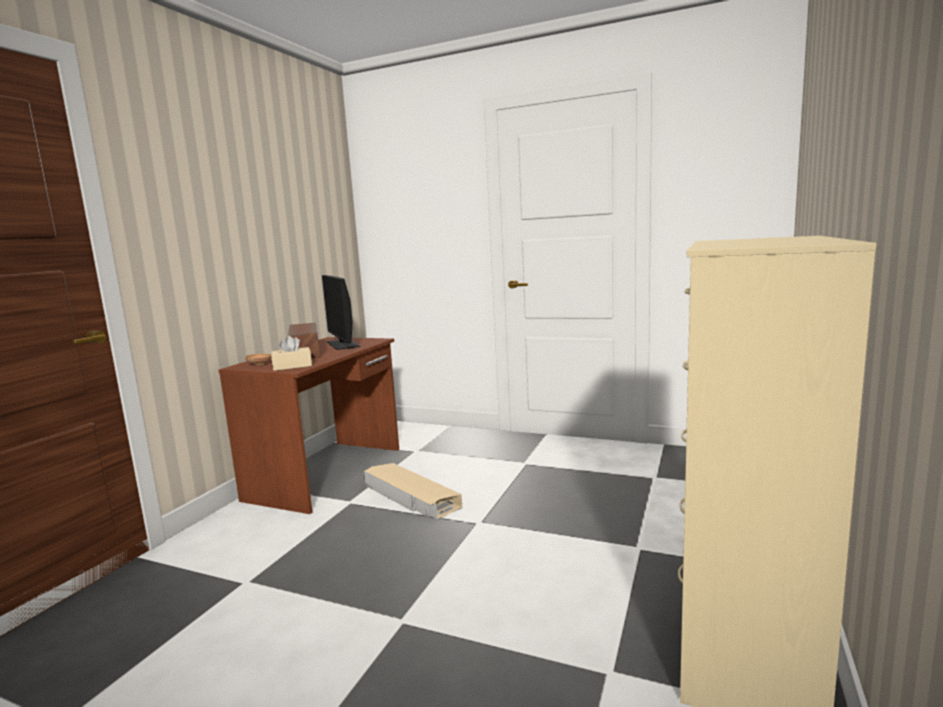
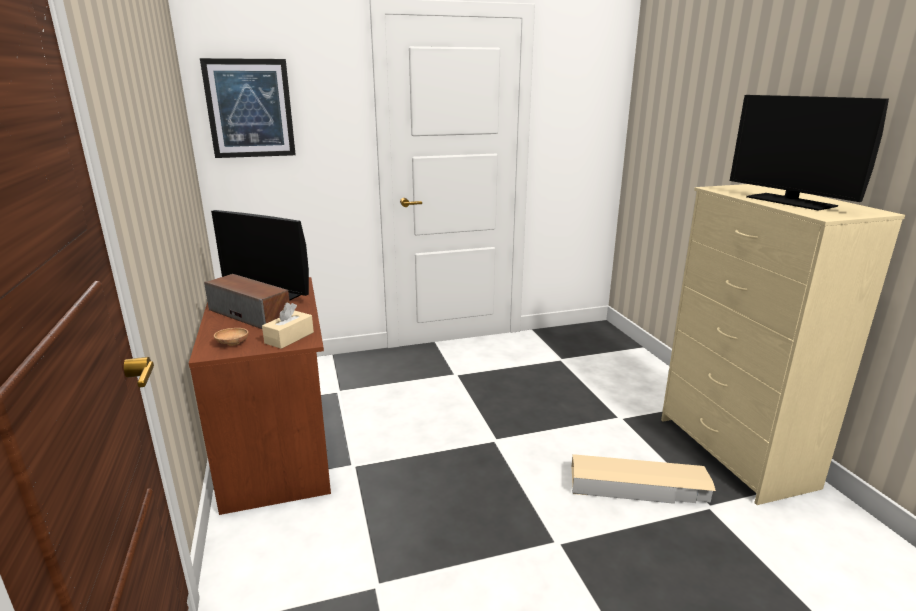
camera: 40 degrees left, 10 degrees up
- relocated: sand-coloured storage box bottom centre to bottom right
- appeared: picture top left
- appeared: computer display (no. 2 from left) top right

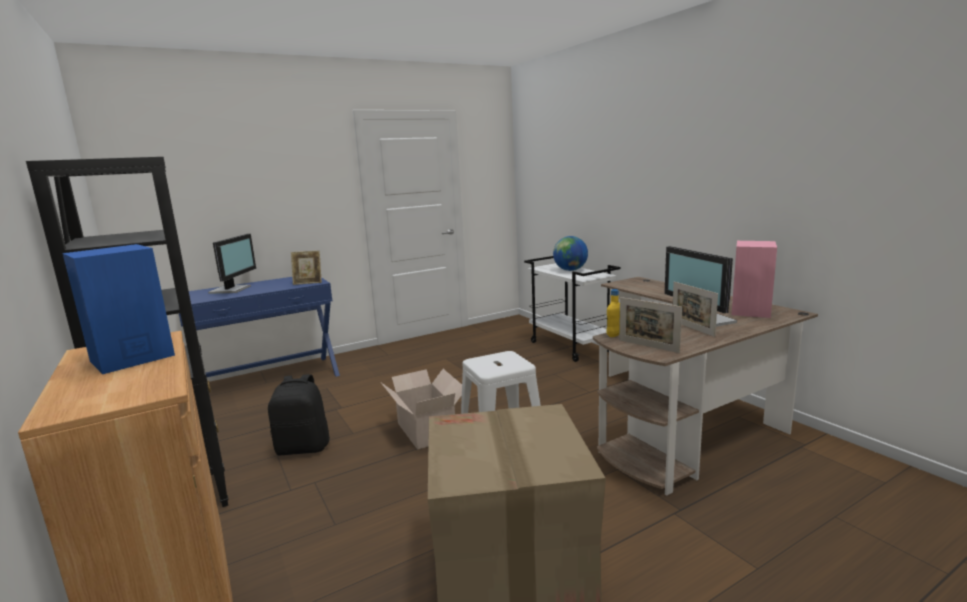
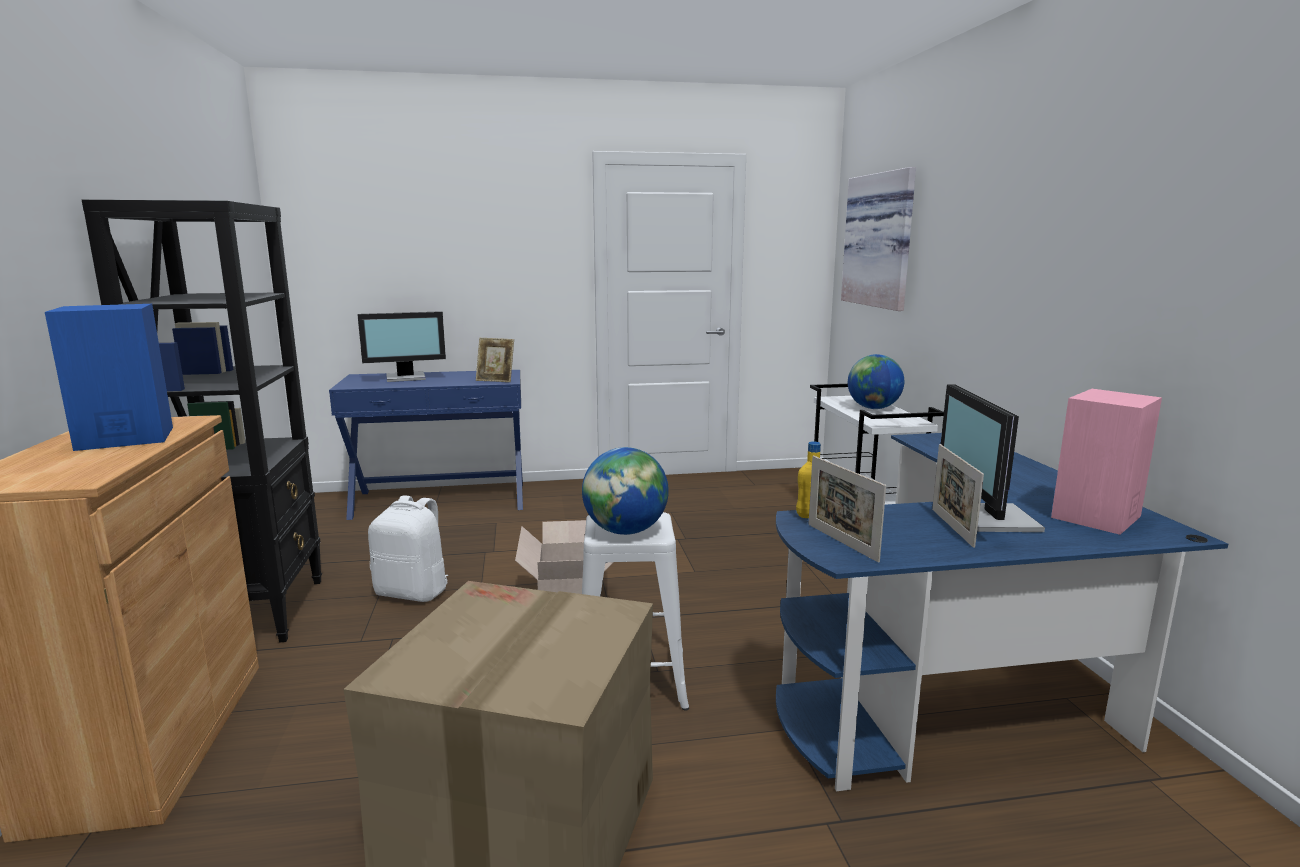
camera: 20 degrees right, 0 degrees up
- spun: computer display (no. 1 from left) middle left = middle left 45 degrees clockwise
- colour: black backpack bottom left to whitish backpack middle left
- colour: brown-coloured desk unit middle right to blue desk unit bottom right
- appeared: globe (no. 1 from left) centre
- appeared: picture top right

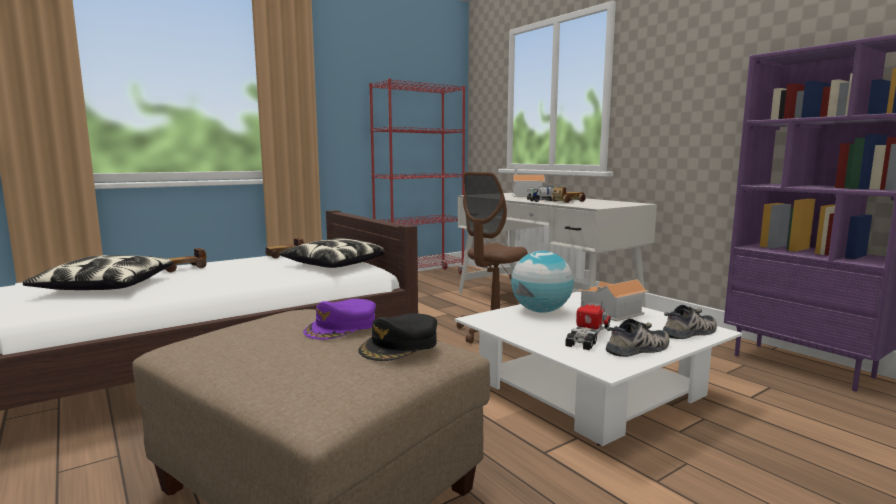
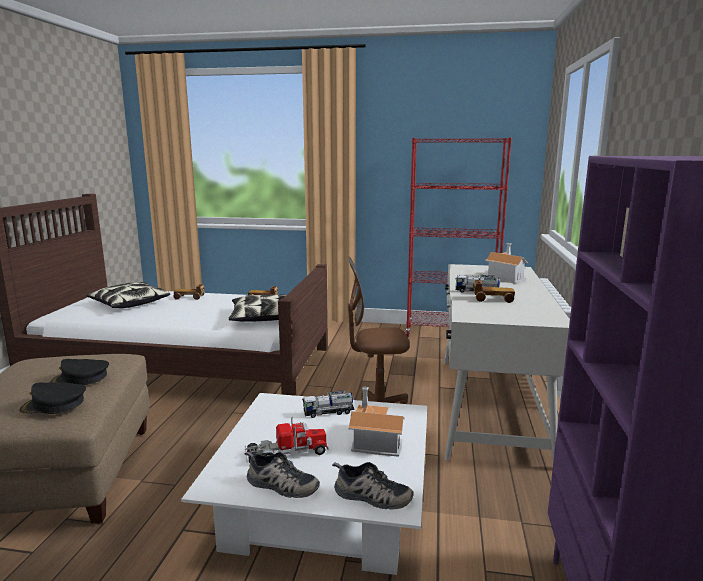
camera: 45 degrees right, 5 degrees up
- colour: purple cap centre to black cap (no. 2 from left) middle left
- exchanged: globe centre to toy lorry (no. 2 from left) bottom centre

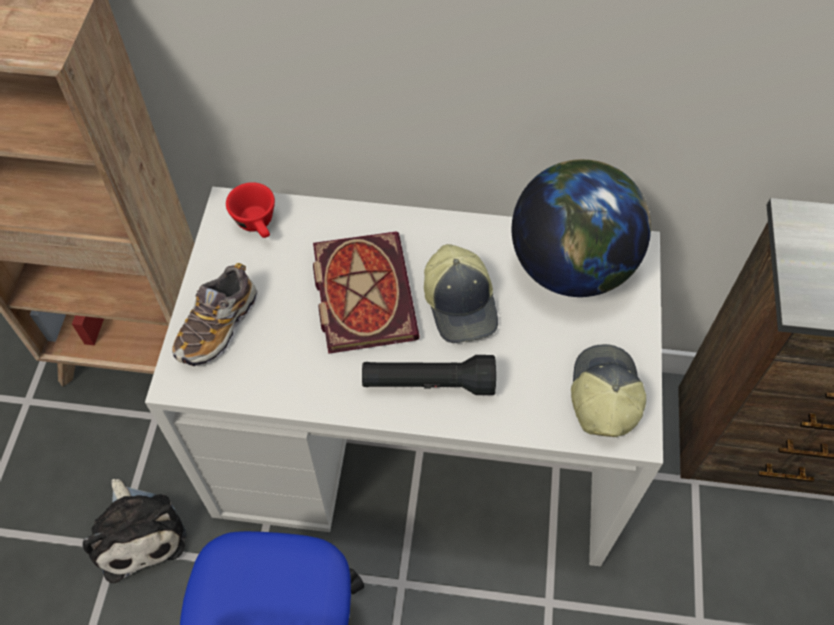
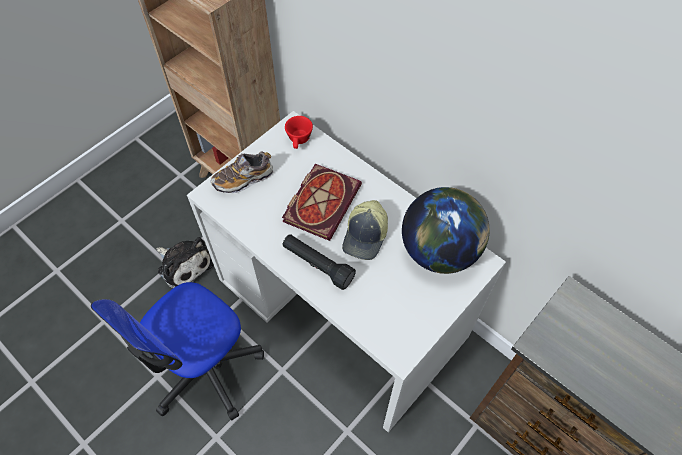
camera: 35 degrees right, 0 degrees up
- spun: soft toy bottom left = middle left 60 degrees counterclockwise
- missing: cap (no. 2 from left) middle right

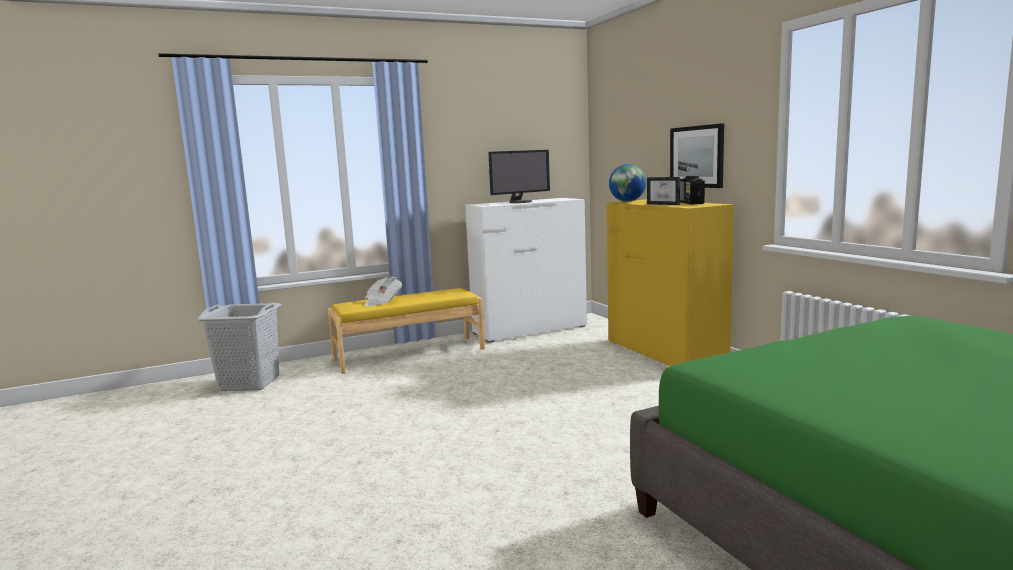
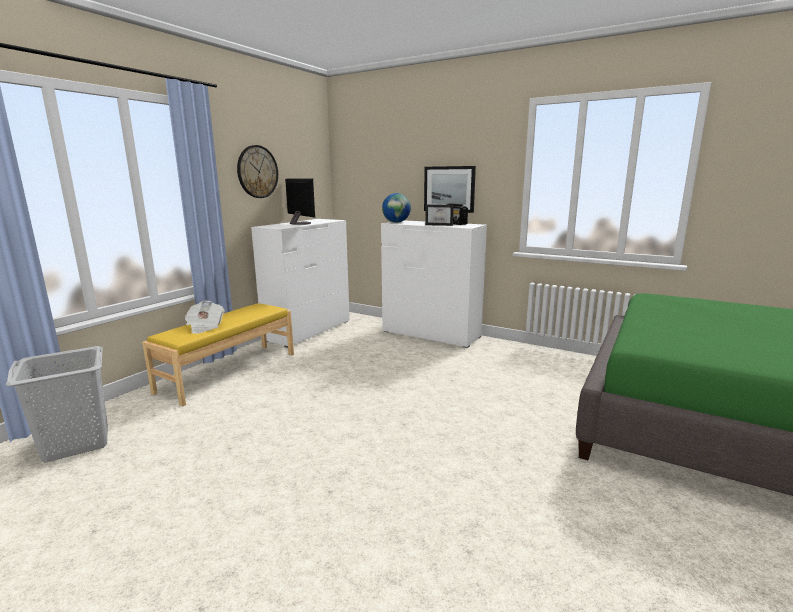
camera: 35 degrees left, 5 degrees up
- spun: computer display top centre = top centre 60 degrees counterclockwise
- colour: yellow chest of drawers centre to whitish chest of drawers (no. 2 from left) centre
- appeared: clock on the wall top left

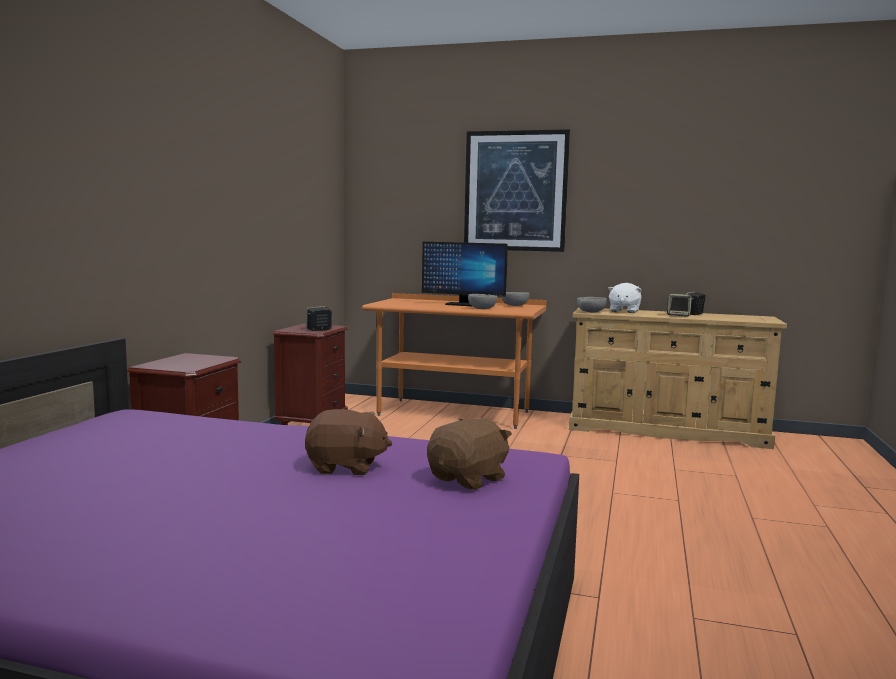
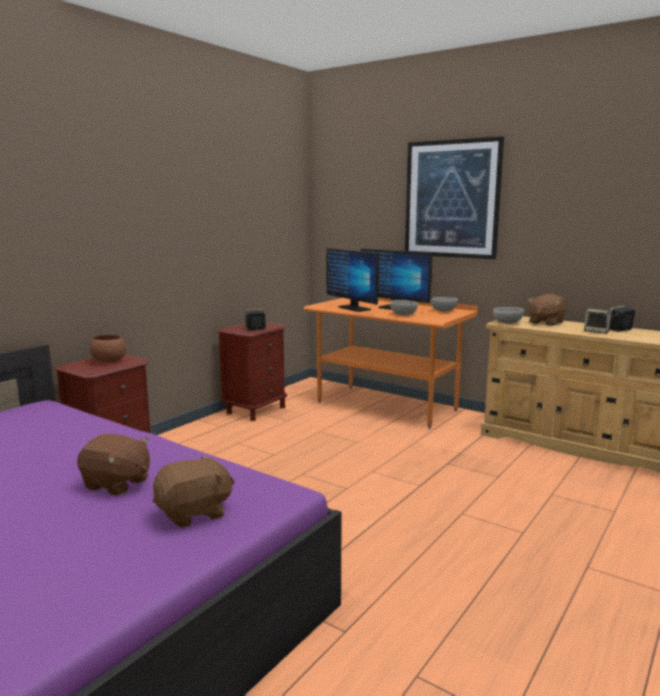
camera: 20 degrees right, 5 degrees up
- colour: whitish soft toy middle right to brown-coloured soft toy (no. 3 from left) middle right
- appeared: brown-coloured bowl middle left
- appeared: computer display (no. 1 from left) centre

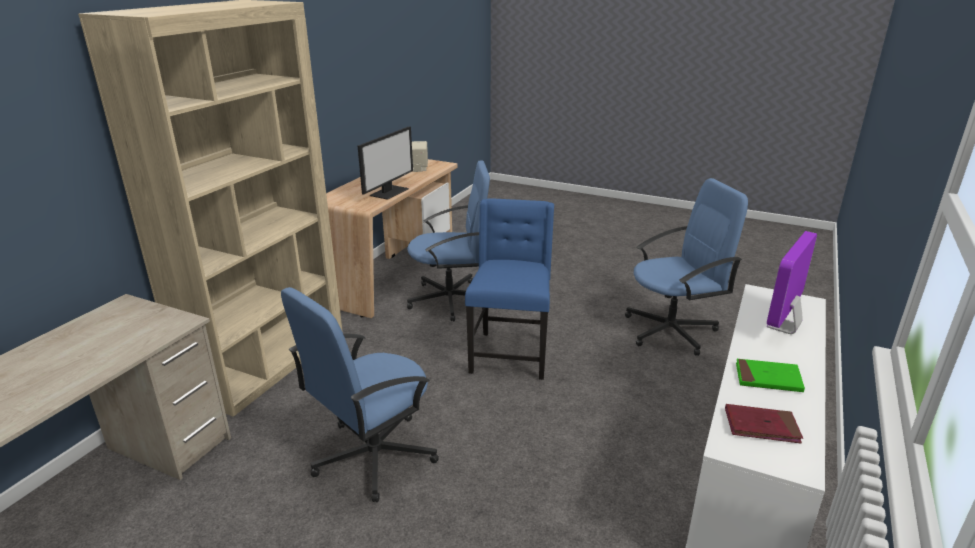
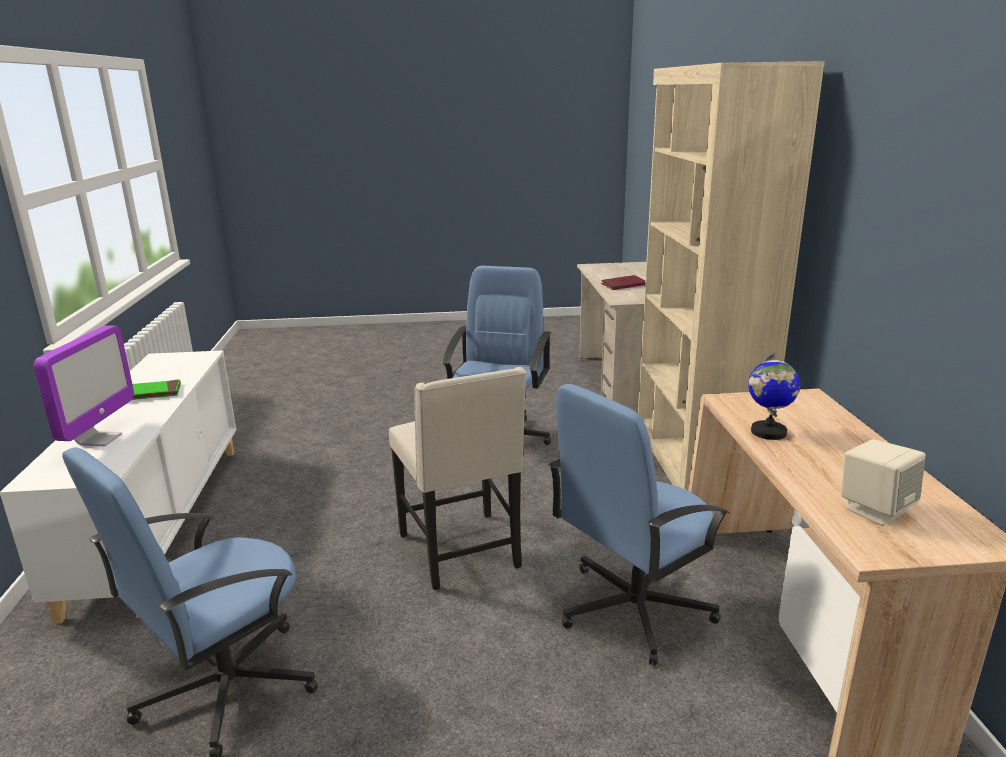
camera: 150 degrees right, 5 degrees down
- exchanged: computer display (no. 1 from left) top centre to globe middle right
- colour: blue plain chair centre to sand-coloured plain chair centre
- relocated: red book bottom right to centre

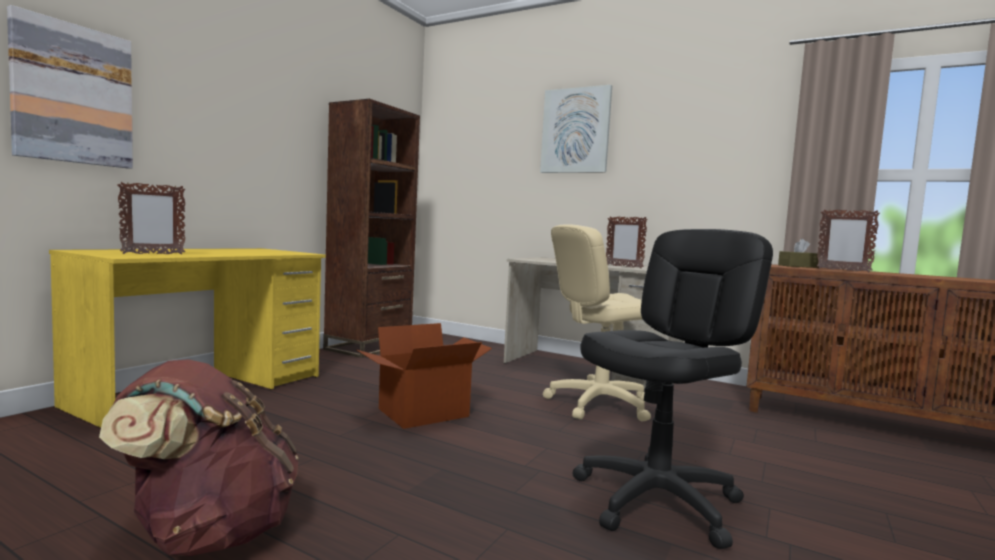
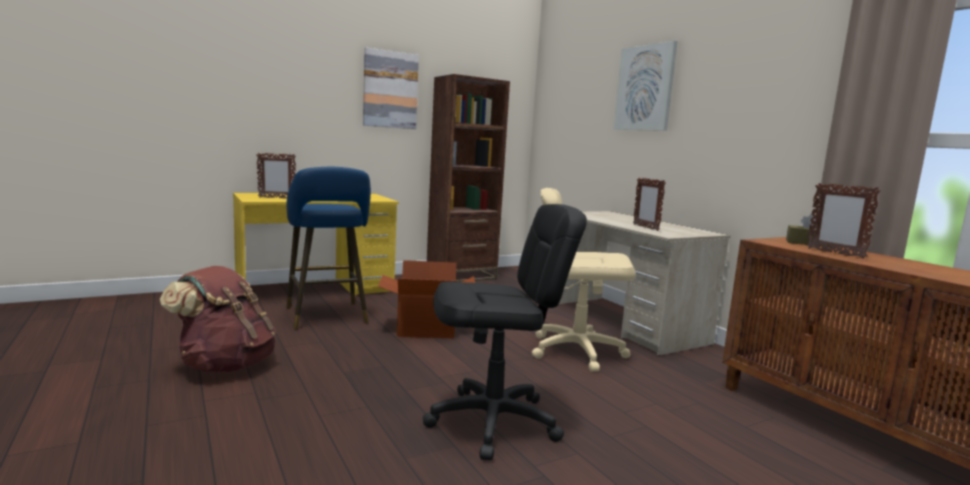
camera: 30 degrees right, 5 degrees up
- relocated: picture (no. 1 from left) top left to top centre
- appeared: blue sitting stool centre

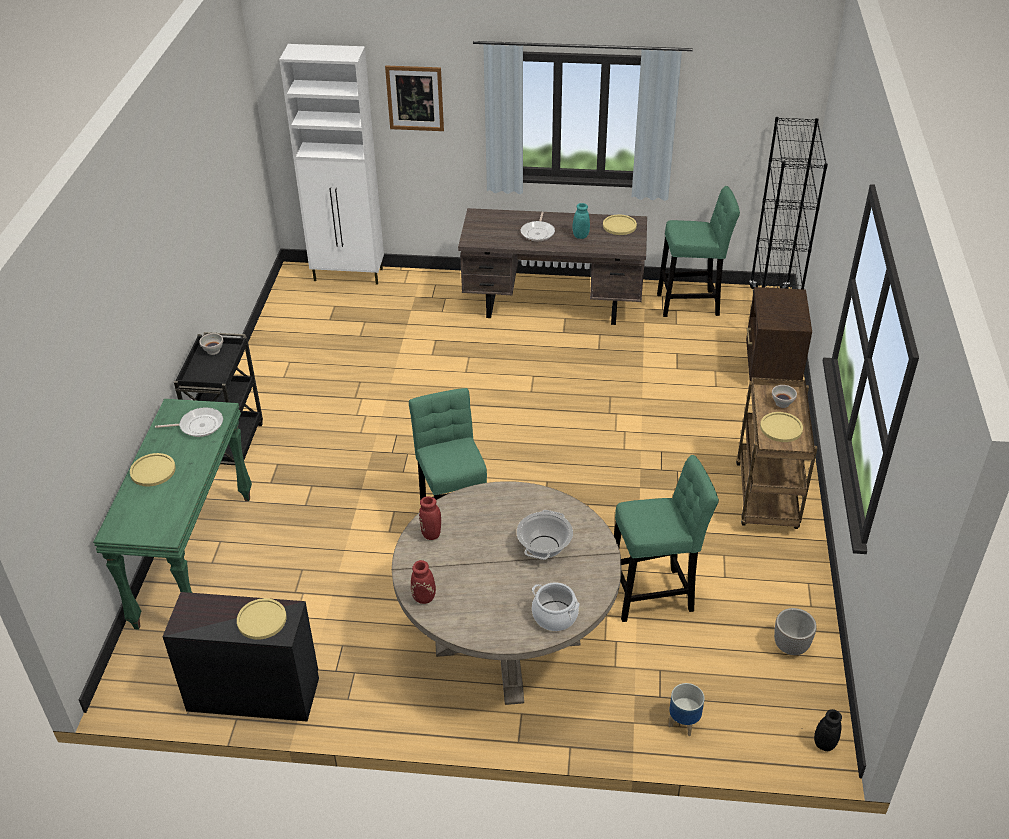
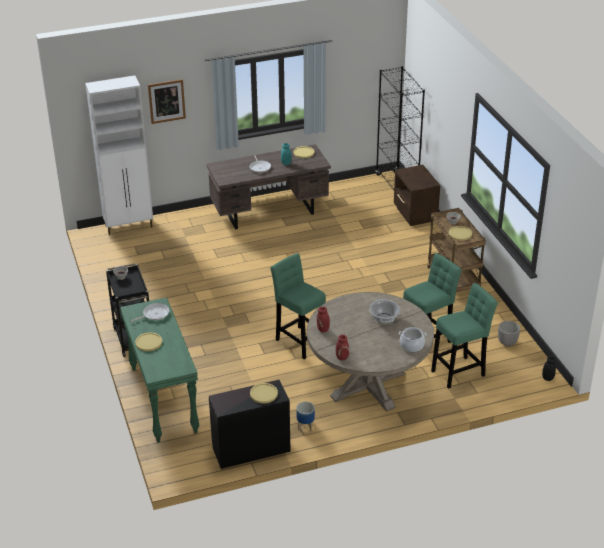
camera: 25 degrees left, 5 degrees down
- relocated: greenish sitting stool (no. 3 from left) top right to middle right
- relocated: flower pot (no. 1 from left) bottom right to bottom centre

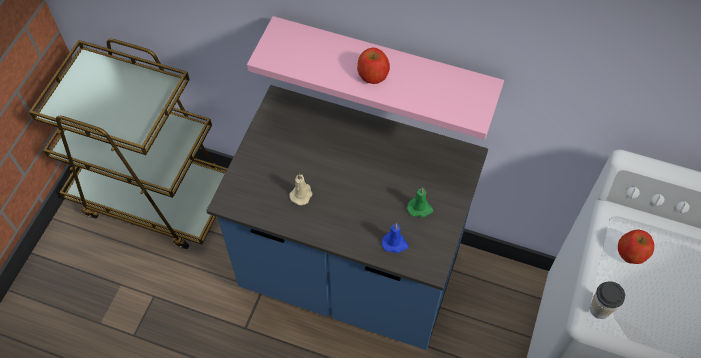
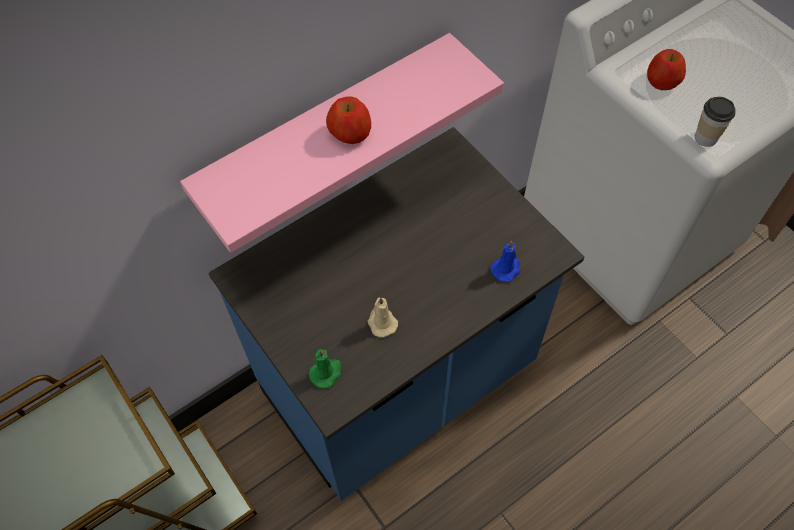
camera: 55 degrees left, 0 degrees up
- relocated: greenish candle centre to bottom centre

